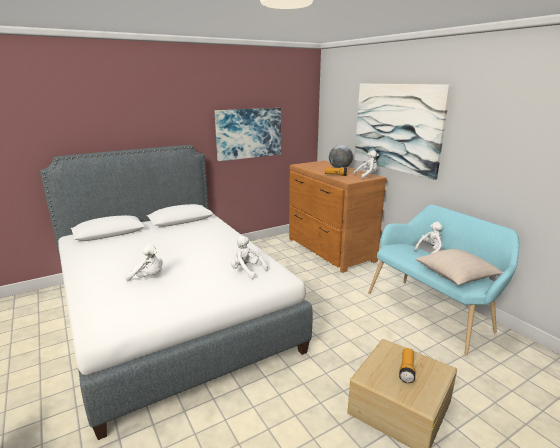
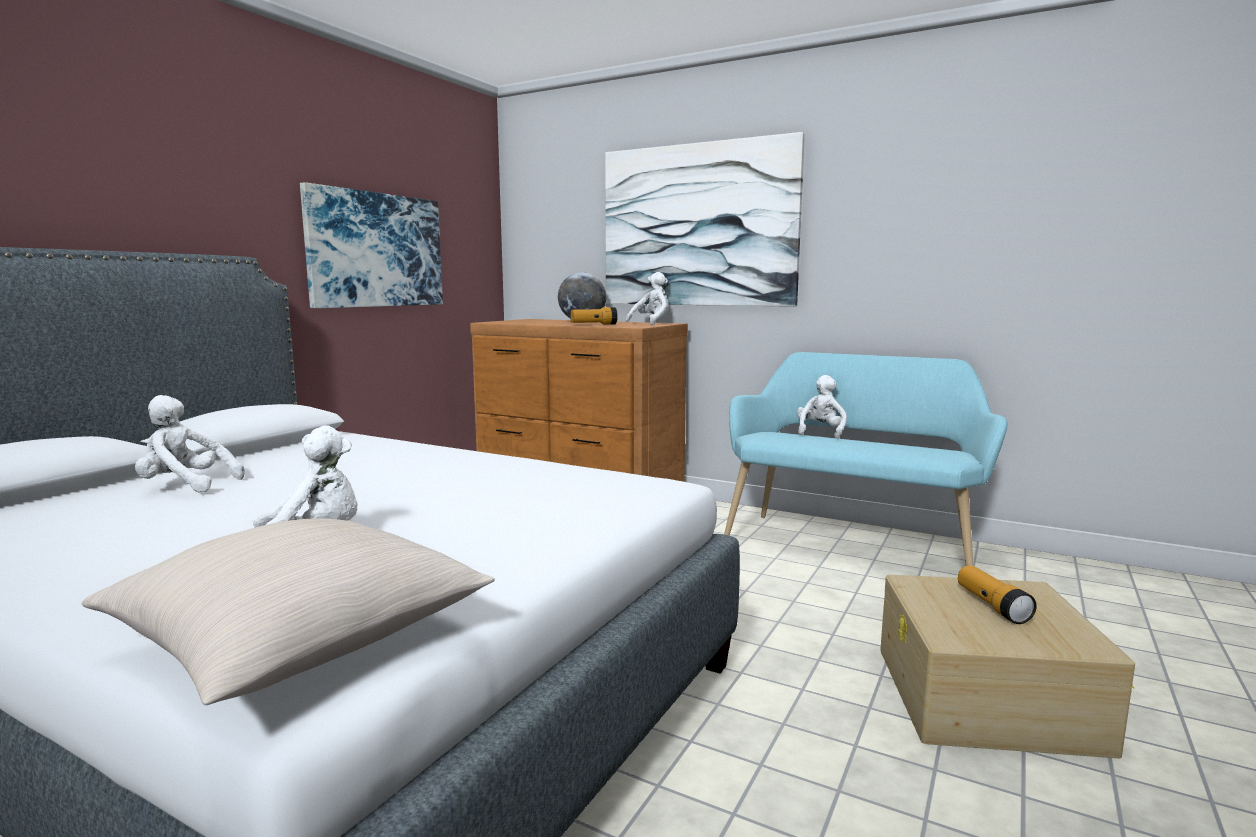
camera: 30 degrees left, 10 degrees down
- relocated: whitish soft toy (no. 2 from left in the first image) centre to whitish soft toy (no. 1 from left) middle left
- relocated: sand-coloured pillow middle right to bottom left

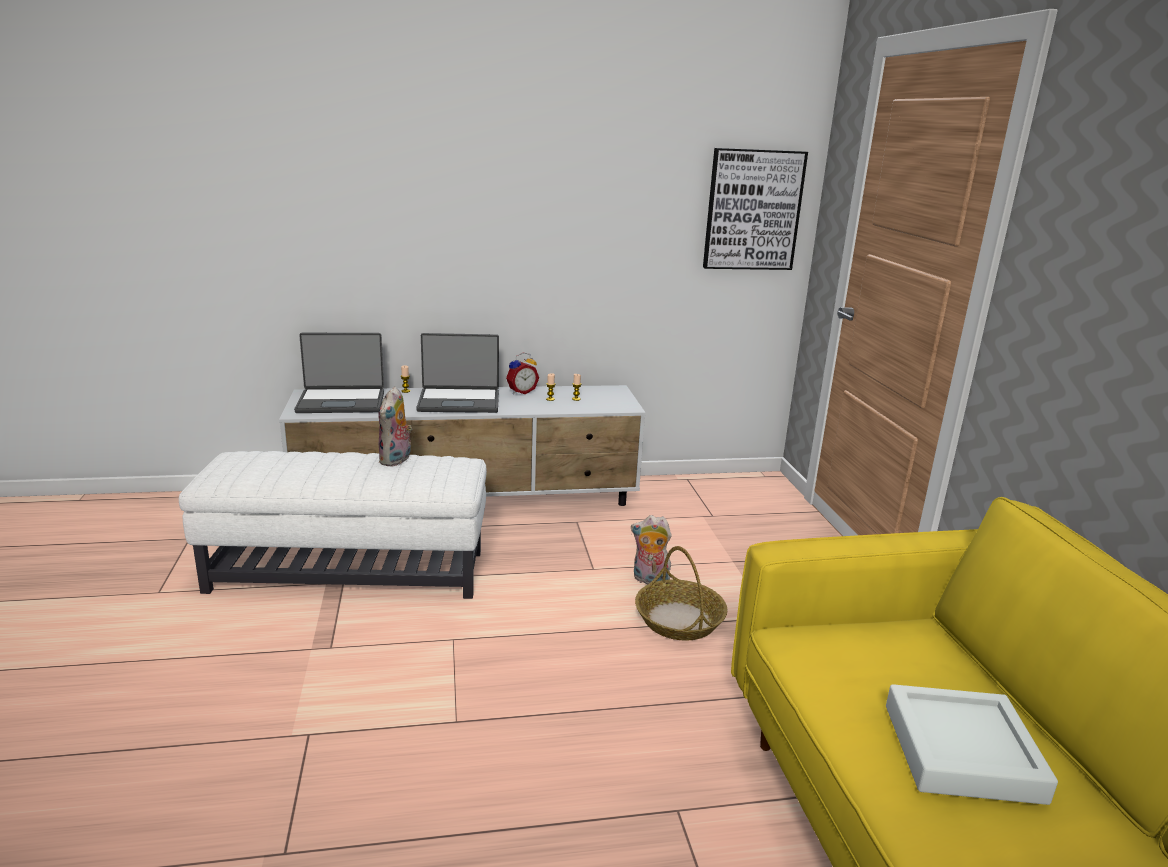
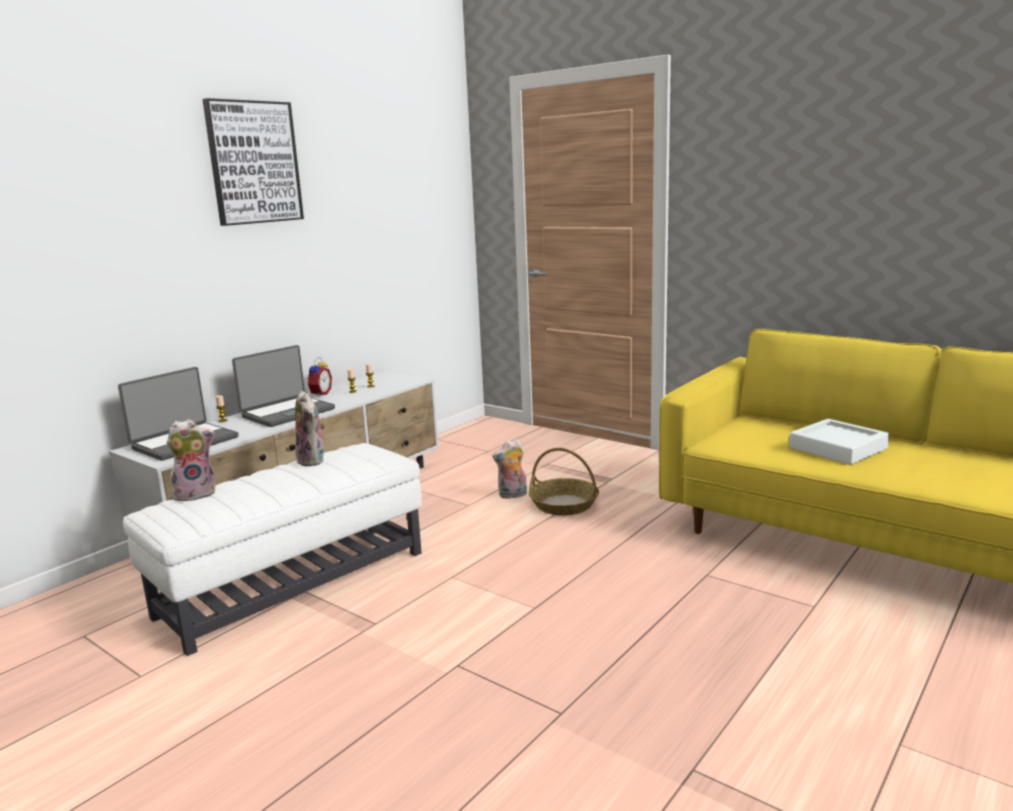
camera: 40 degrees left, 5 degrees down
- relocated: picture top centre to top left
- appeared: soft toy (no. 1 from left) middle left

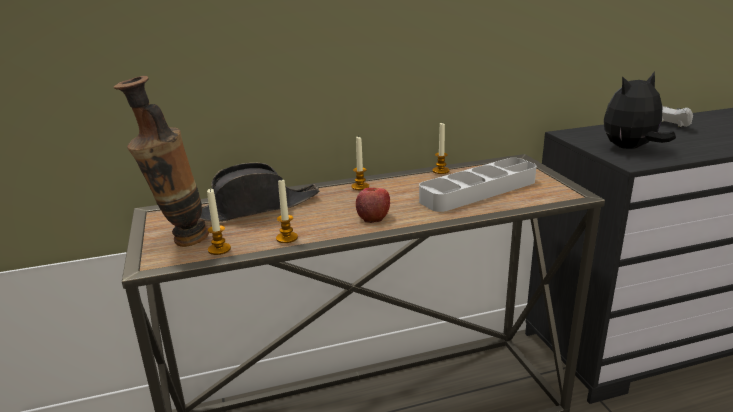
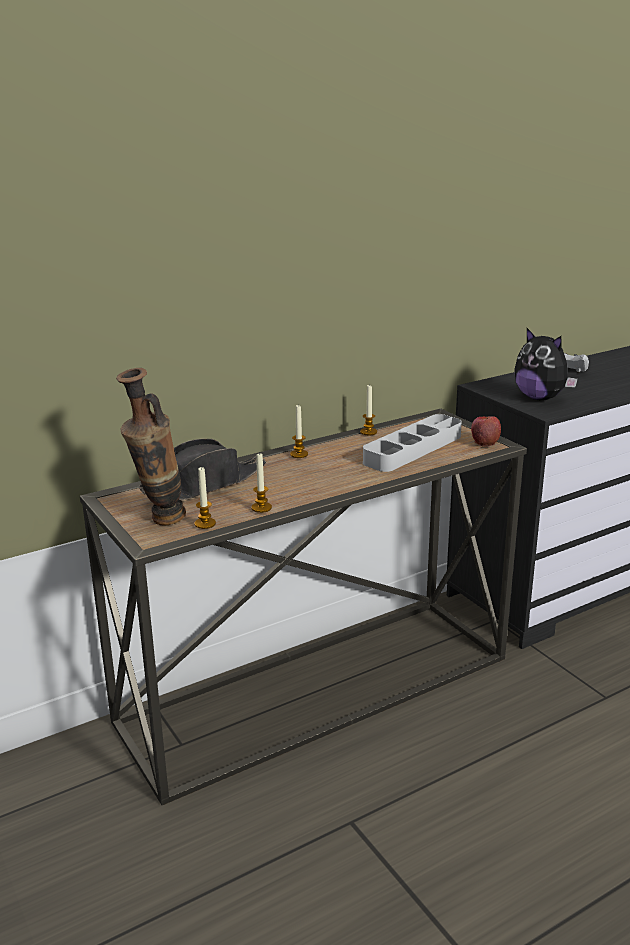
camera: 15 degrees left, 0 degrees up
- relocated: apple centre to middle right
- spun: soft toy top right = middle right 90 degrees counterclockwise

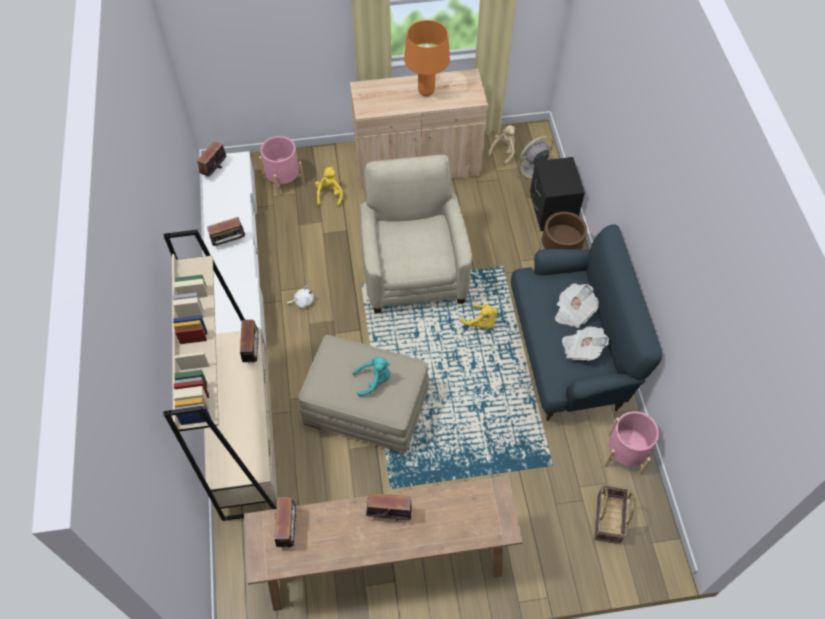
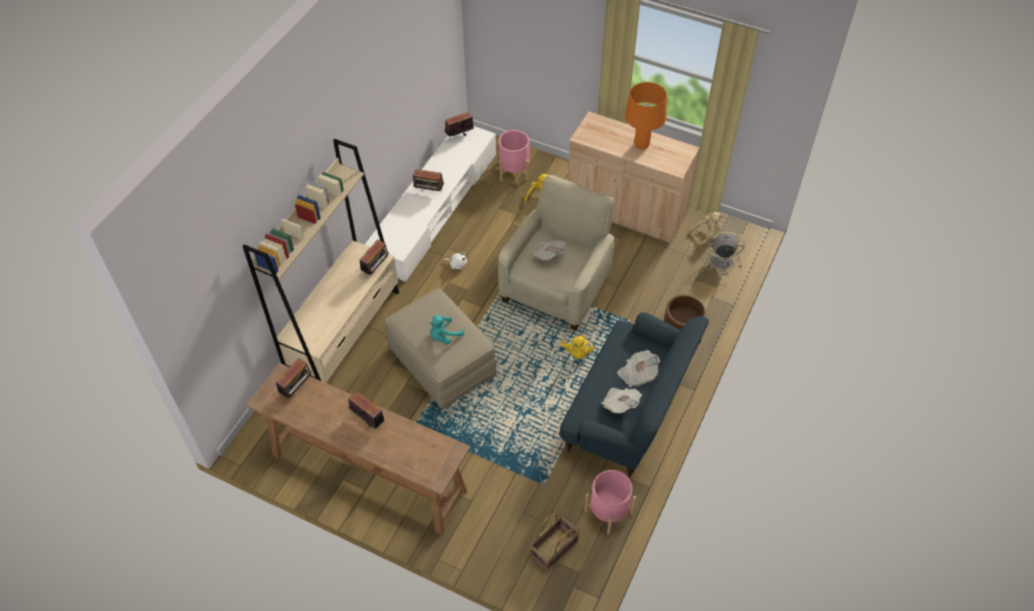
camera: 35 degrees right, 5 degrees down
- spun: turquoise soft toy centre = centre 120 degrees clockwise
- missing: black nightstand top right
- appeared: daily paper (no. 1 from left) centre

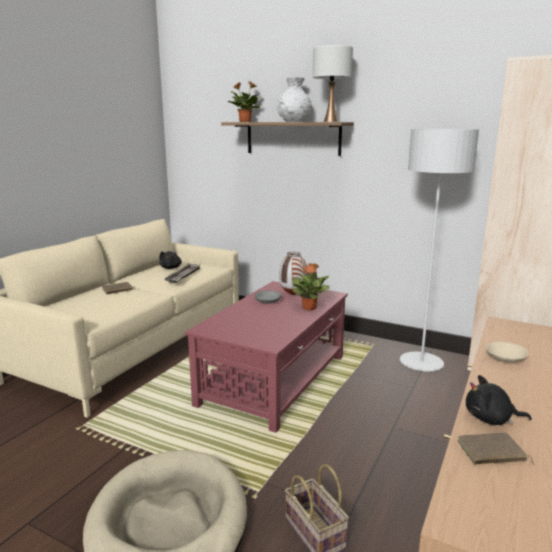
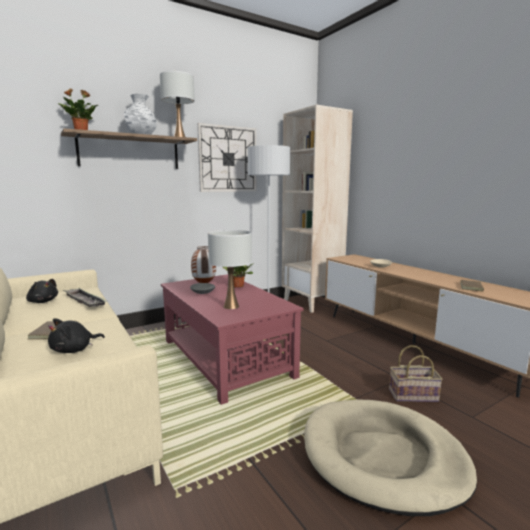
camera: 60 degrees left, 5 degrees down
- relocated: black soft toy (no. 2 from left) bottom right to middle left
- appeared: clock on the wall top centre
- appeared: whitish table lamp (no. 2 from left) centre

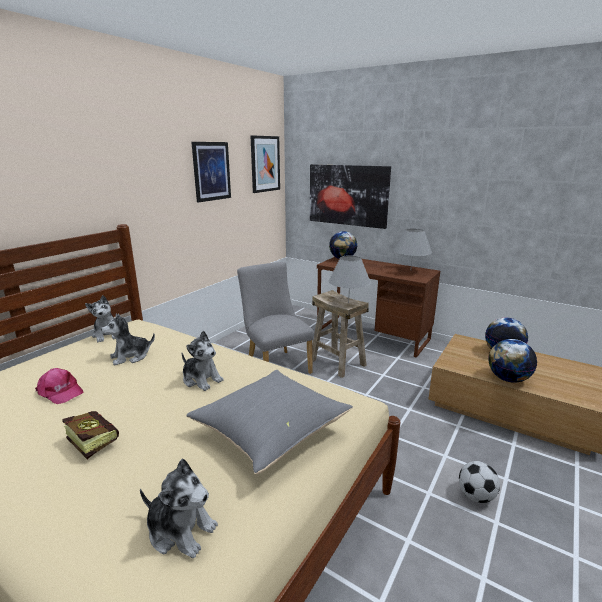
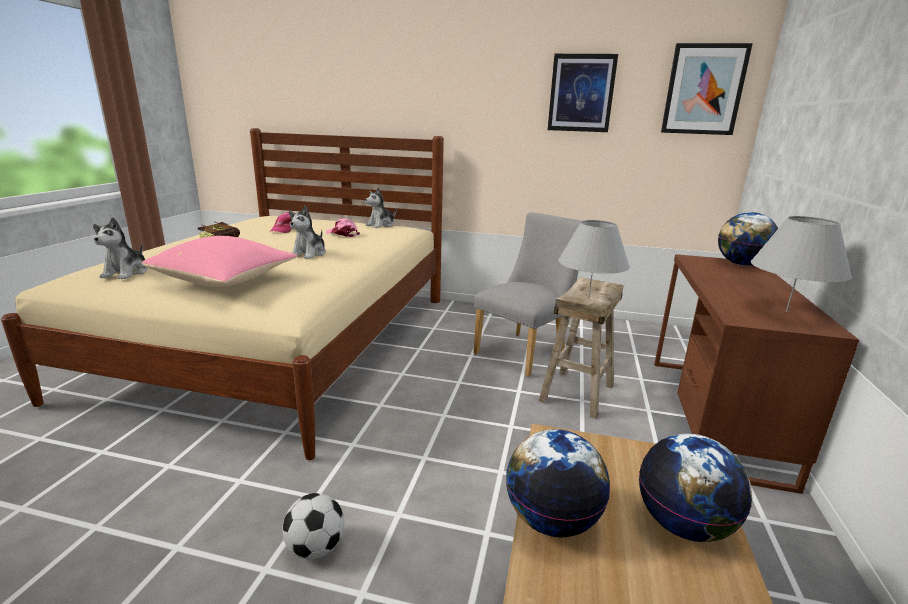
camera: 70 degrees right, 0 degrees up
- exchanged: soft toy (no. 2 from left) middle left to pinkish cap (no. 2 from left) centre
- colour: grey pillow bottom centre to pinkish pillow middle left
- missing: picture (no. 3 from left) top centre

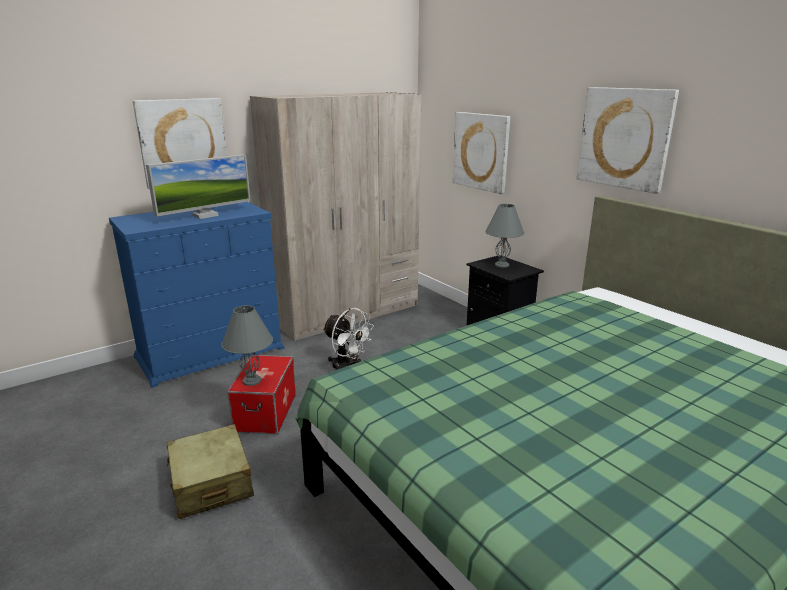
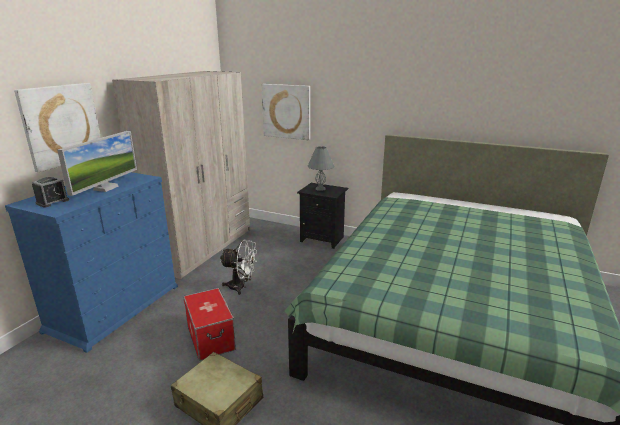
camera: 30 degrees left, 0 degrees up
- missing: grey table lamp (no. 1 from left) middle left
- missing: picture (no. 3 from left) top right
- appeared: table clock middle left

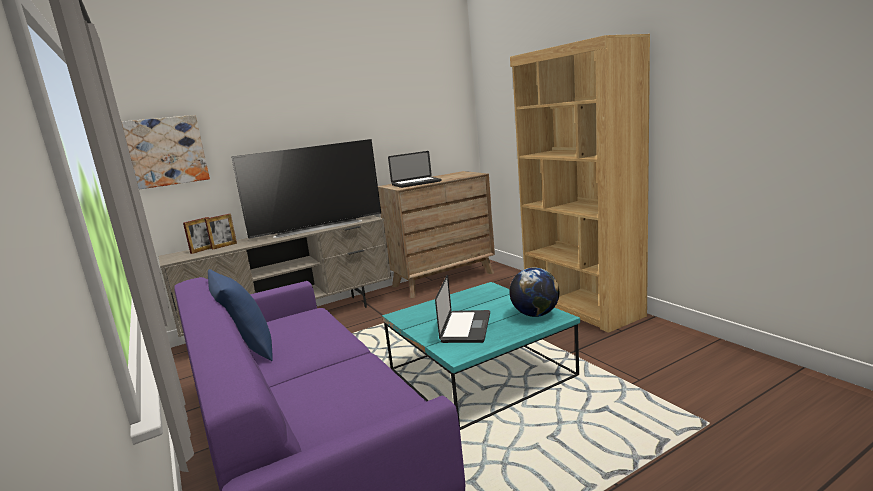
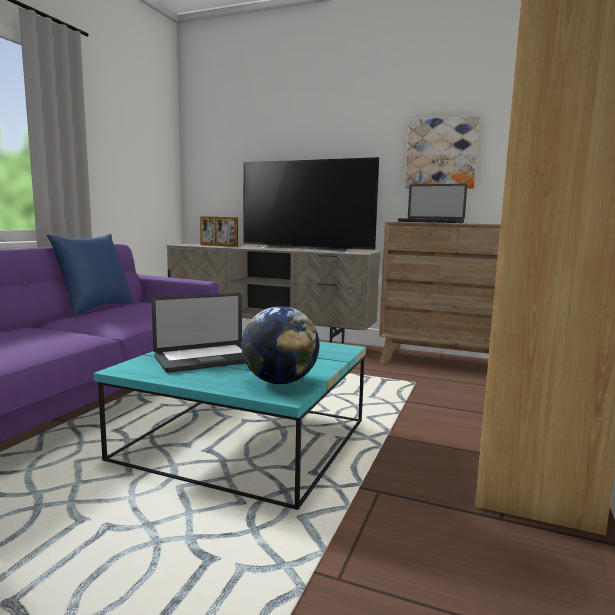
camera: 50 degrees right, 5 degrees down
- relocated: picture top left to top right

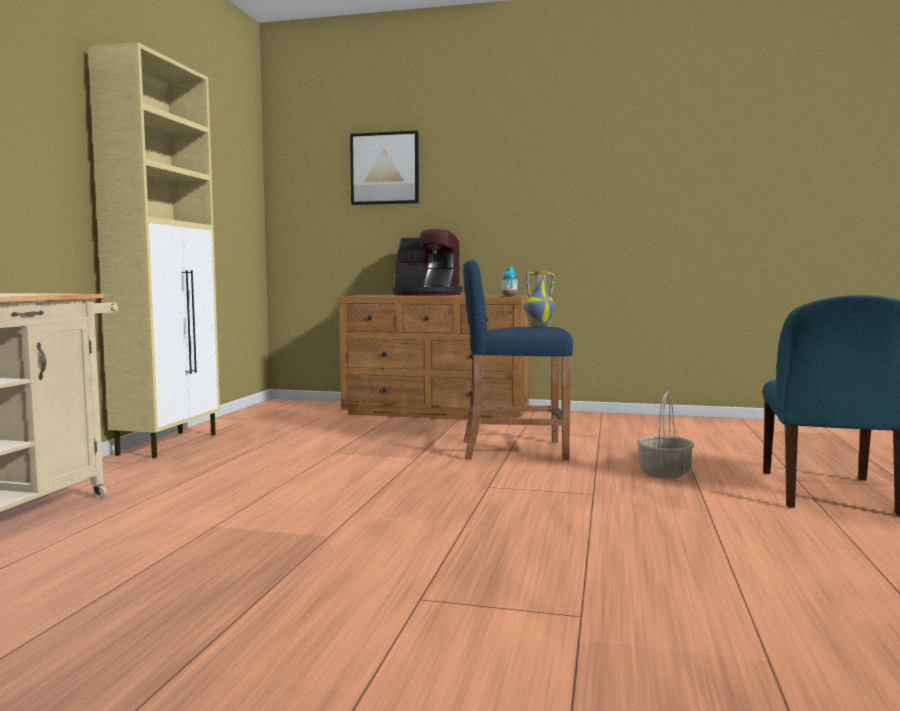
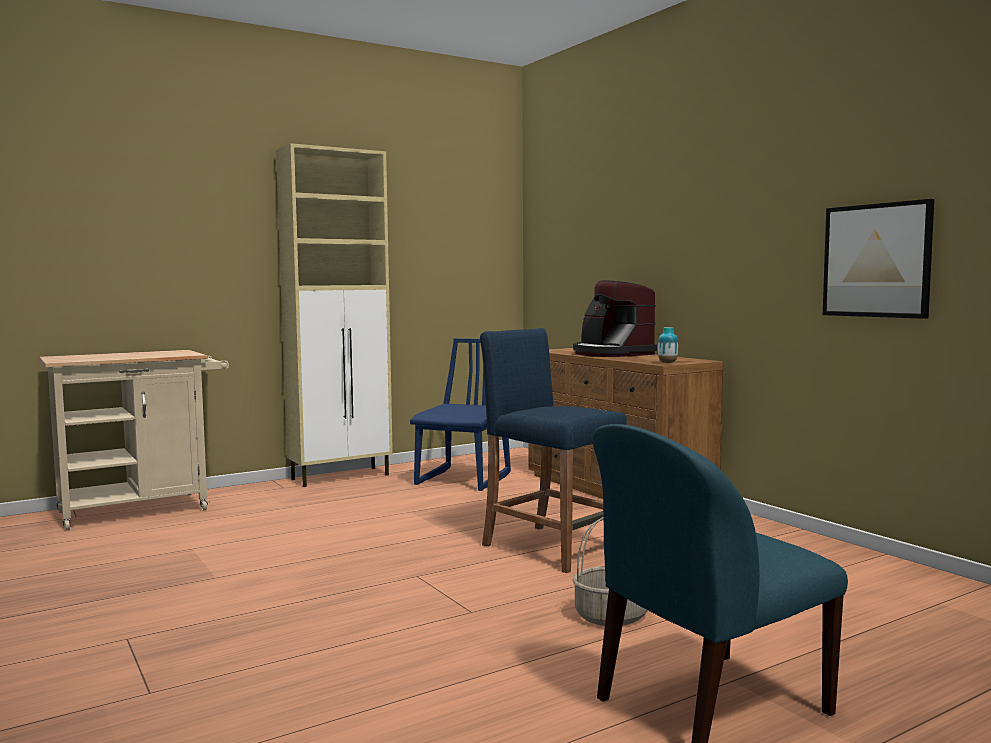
camera: 45 degrees right, 0 degrees up
- relocated: picture top centre to middle right
- missing: flower vase (no. 2 from left) centre
- appeared: blue plain chair (no. 1 from left) centre

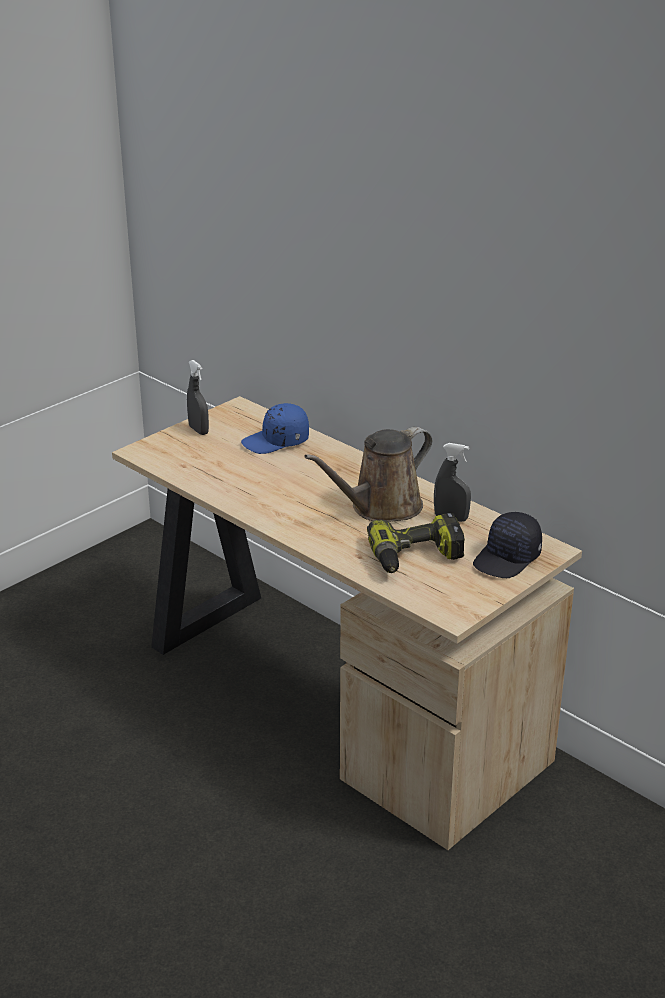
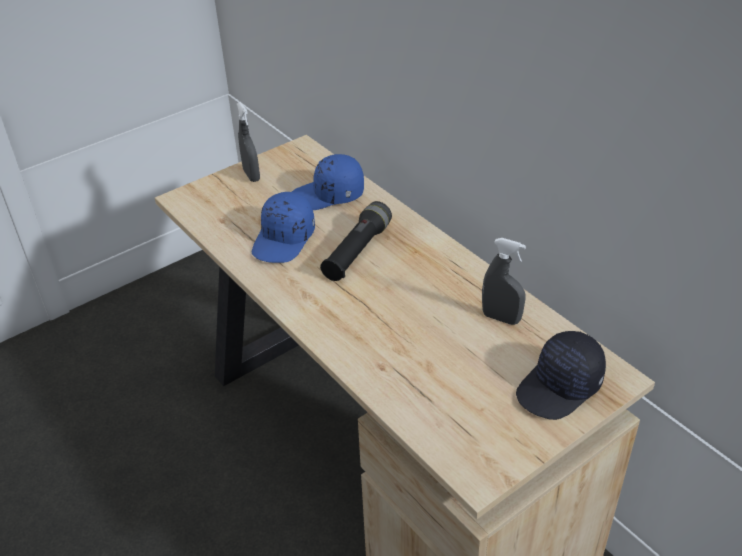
camera: 10 degrees right, 10 degrees up
- missing: brown-coloured watering can centre
- missing: drill centre
- appeared: blue cap (no. 1 from left) centre
- appeared: black hand torch centre

